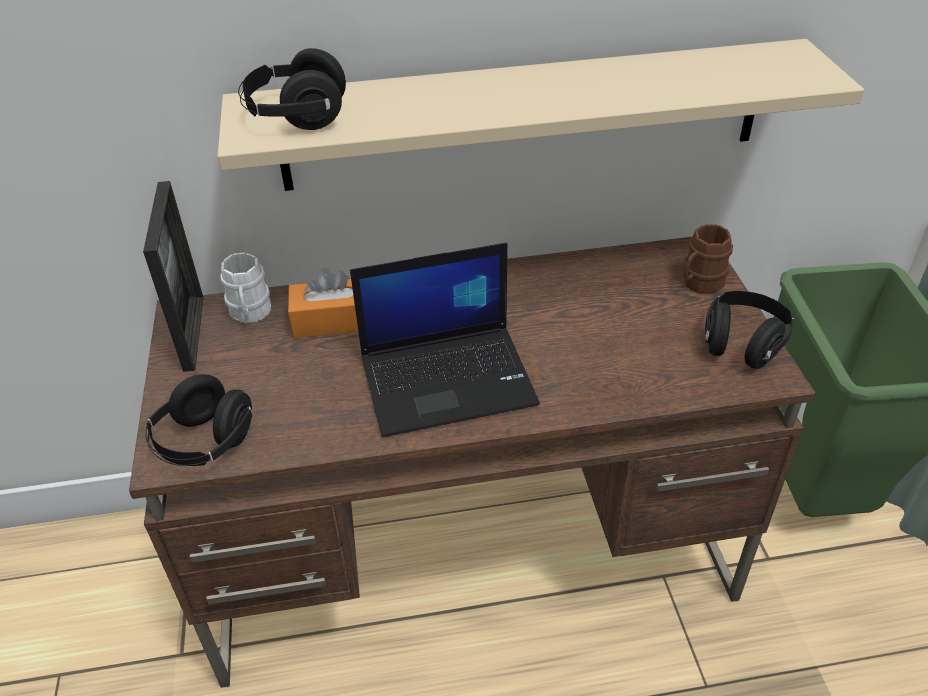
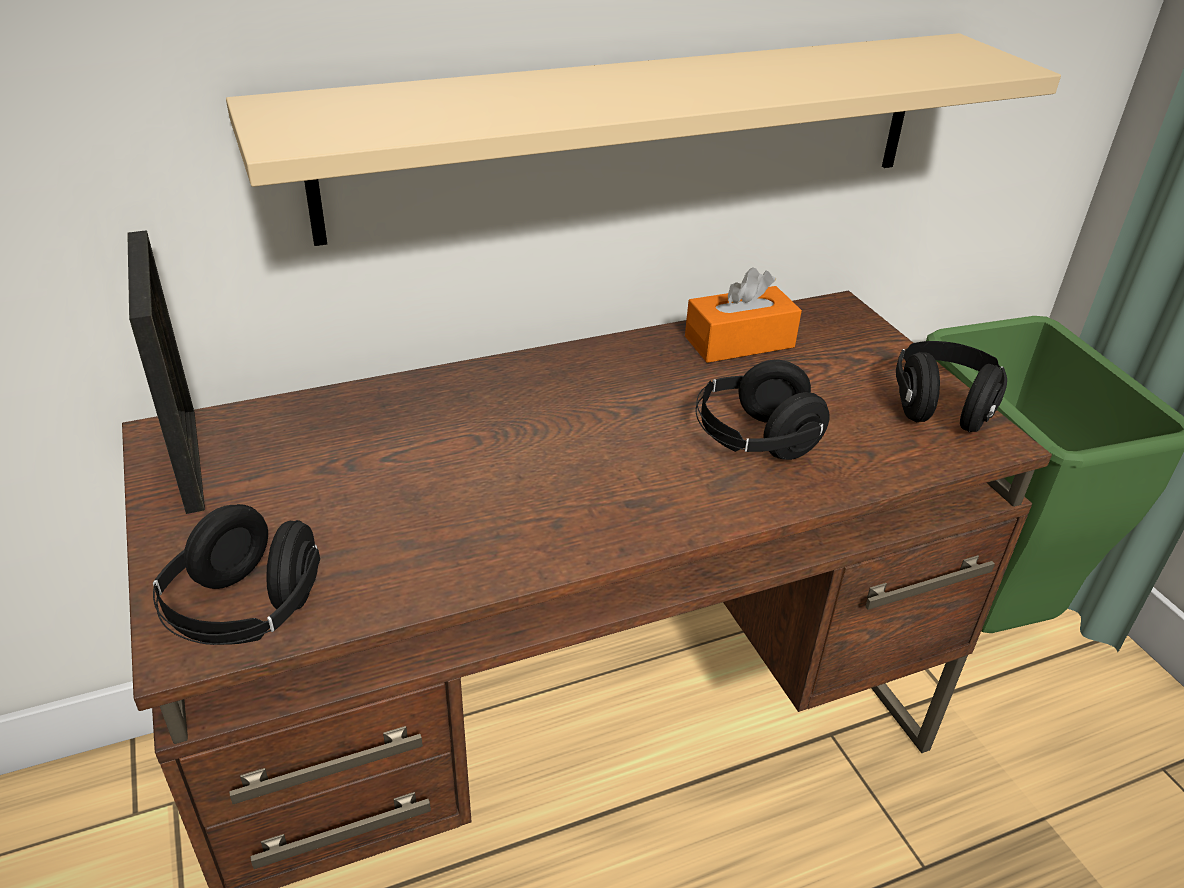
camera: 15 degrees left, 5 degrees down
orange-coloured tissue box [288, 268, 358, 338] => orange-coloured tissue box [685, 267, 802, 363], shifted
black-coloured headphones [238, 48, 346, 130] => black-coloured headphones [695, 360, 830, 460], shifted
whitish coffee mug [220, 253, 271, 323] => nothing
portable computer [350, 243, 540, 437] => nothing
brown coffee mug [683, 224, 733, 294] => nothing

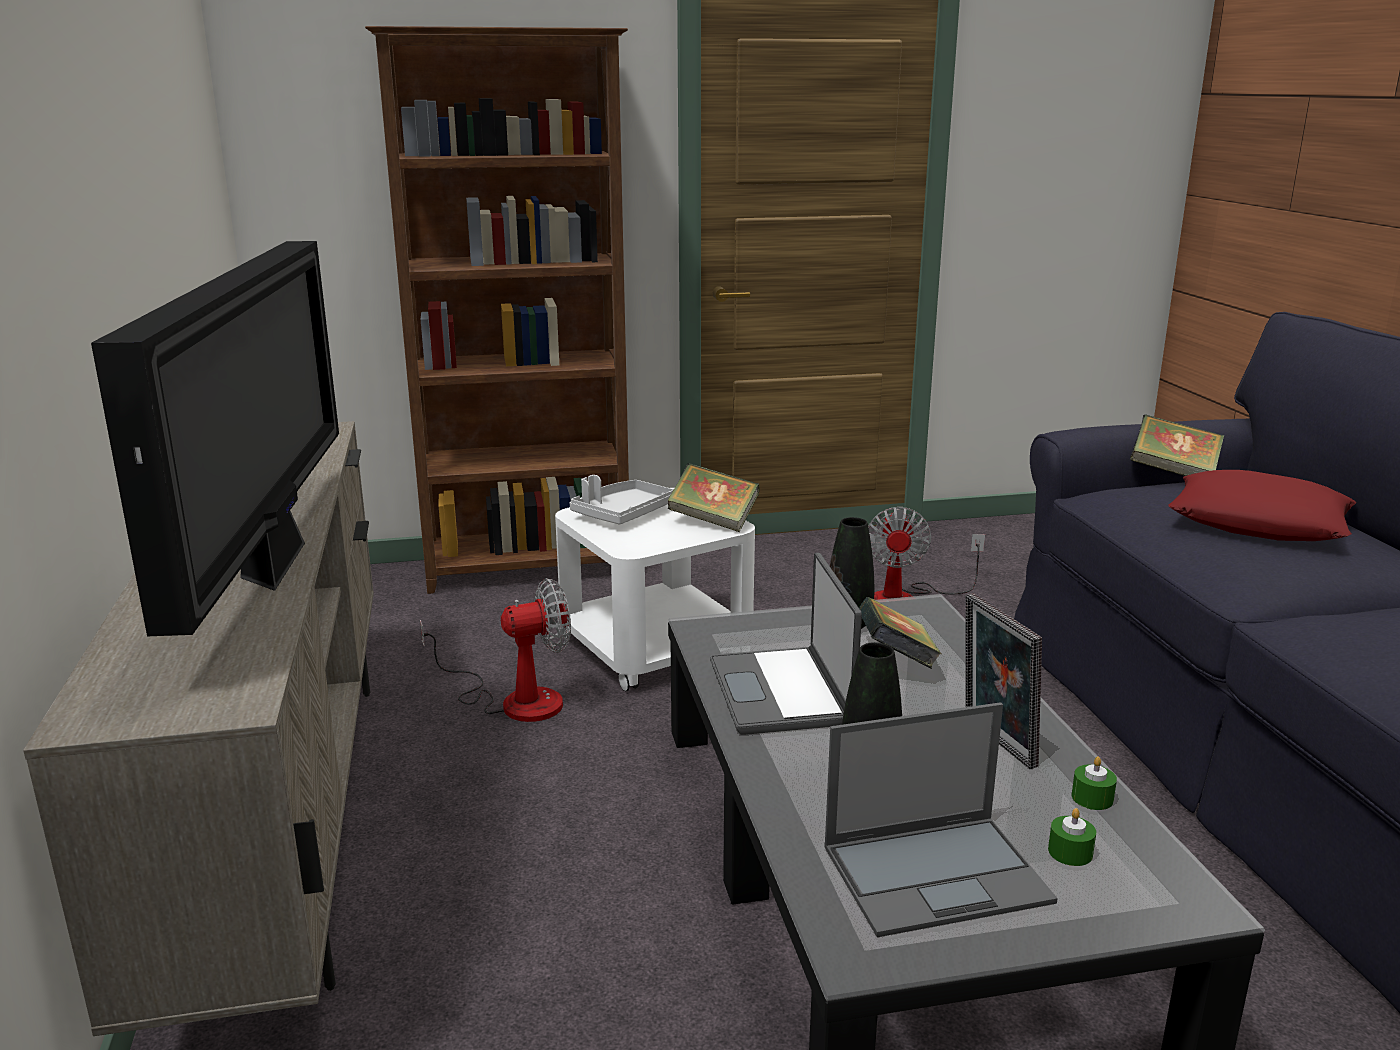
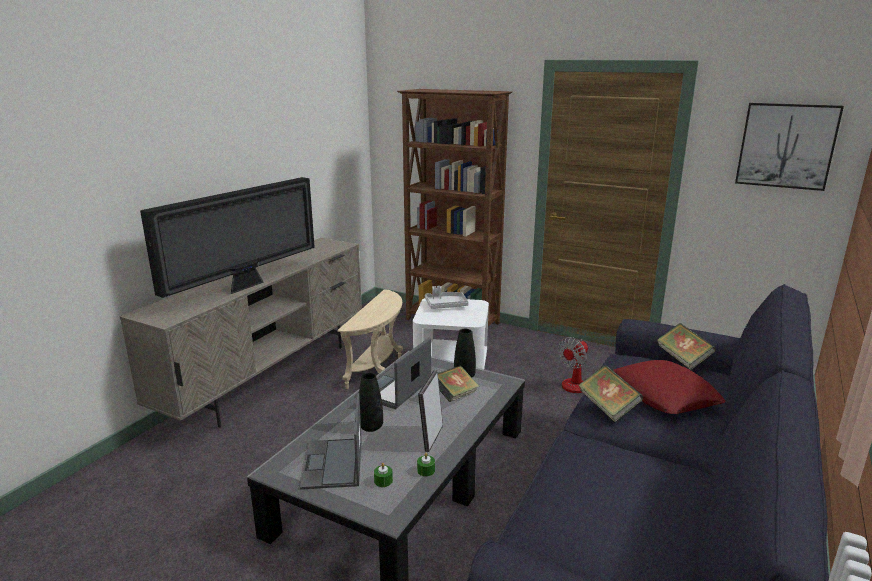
camera: 40 degrees right, 0 degrees up
portable computer [824, 702, 1058, 937] => portable computer [300, 393, 362, 489], 60 degrees clockwise
fan [420, 578, 571, 722] => beige-coloured accent table [337, 289, 403, 389]
volume [667, 463, 760, 532] => volume [578, 365, 643, 422], shifted
nothing => wall art [735, 103, 844, 191]

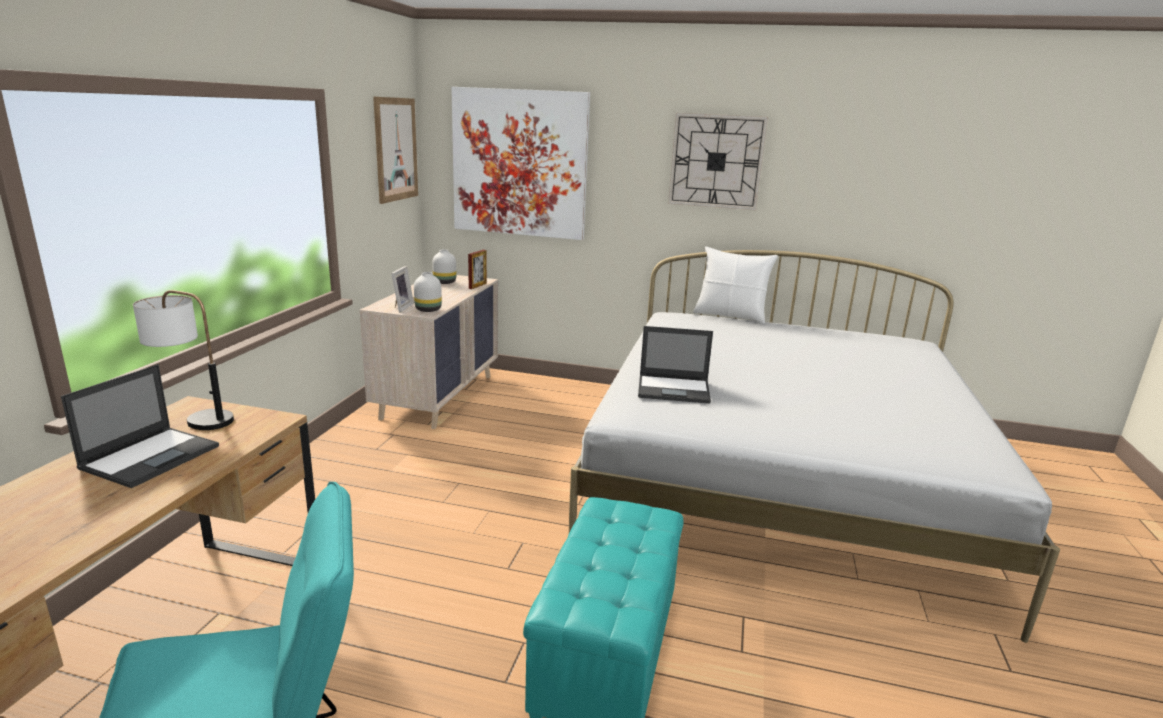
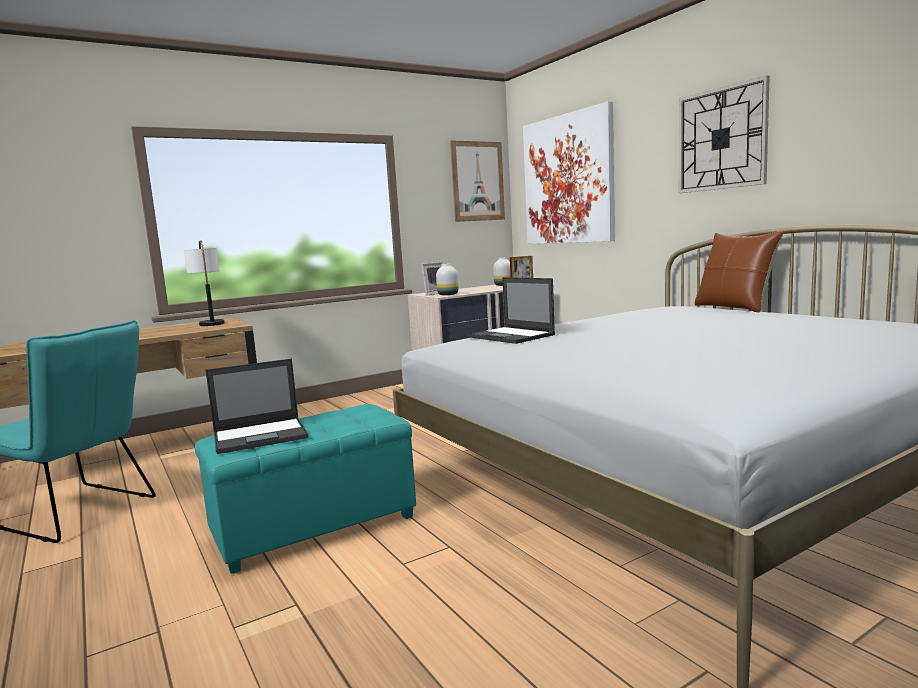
camera: 45 degrees right, 10 degrees down
portable computer [61, 364, 219, 488] => portable computer [206, 359, 309, 454], shifted
whitish pillow [693, 247, 778, 324] => brown pillow [695, 231, 783, 312]

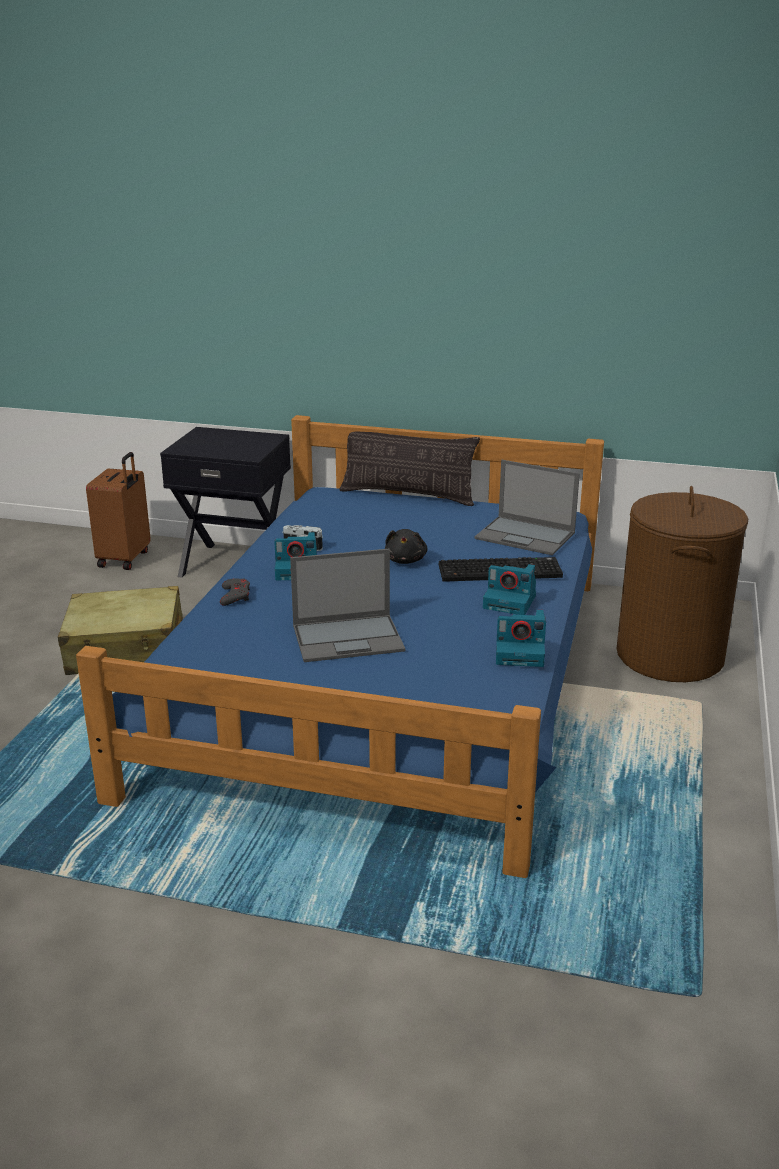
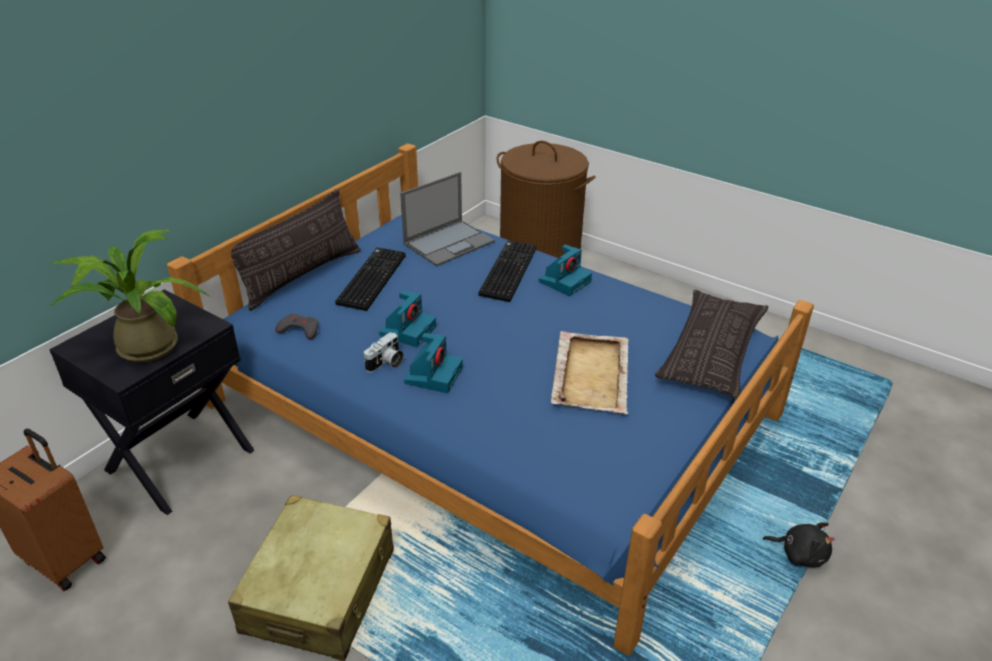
camera: 70 degrees left, 10 degrees up
nothing => potted plant [50, 229, 210, 363]
gray game controller [220, 579, 250, 606] => gray game controller [275, 314, 318, 339], shifted
nothing => computer keyboard [335, 247, 405, 311]
still camera [496, 610, 546, 667] => still camera [379, 291, 436, 347], shifted
portable computer [290, 549, 405, 662] => beige-coloured carrying tray [551, 331, 629, 414]
nothing => pillow [655, 290, 769, 400]
black-coloured soft toy [385, 529, 428, 564] => black-coloured soft toy [762, 522, 835, 567], shifted

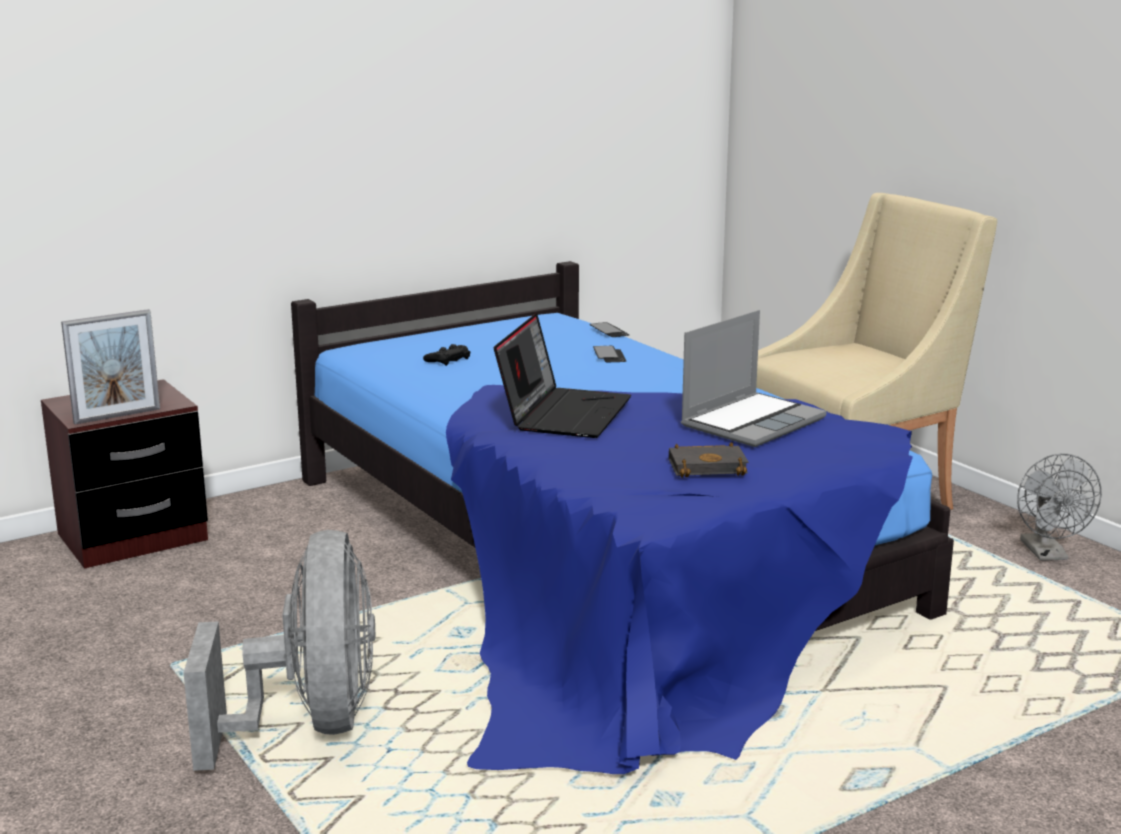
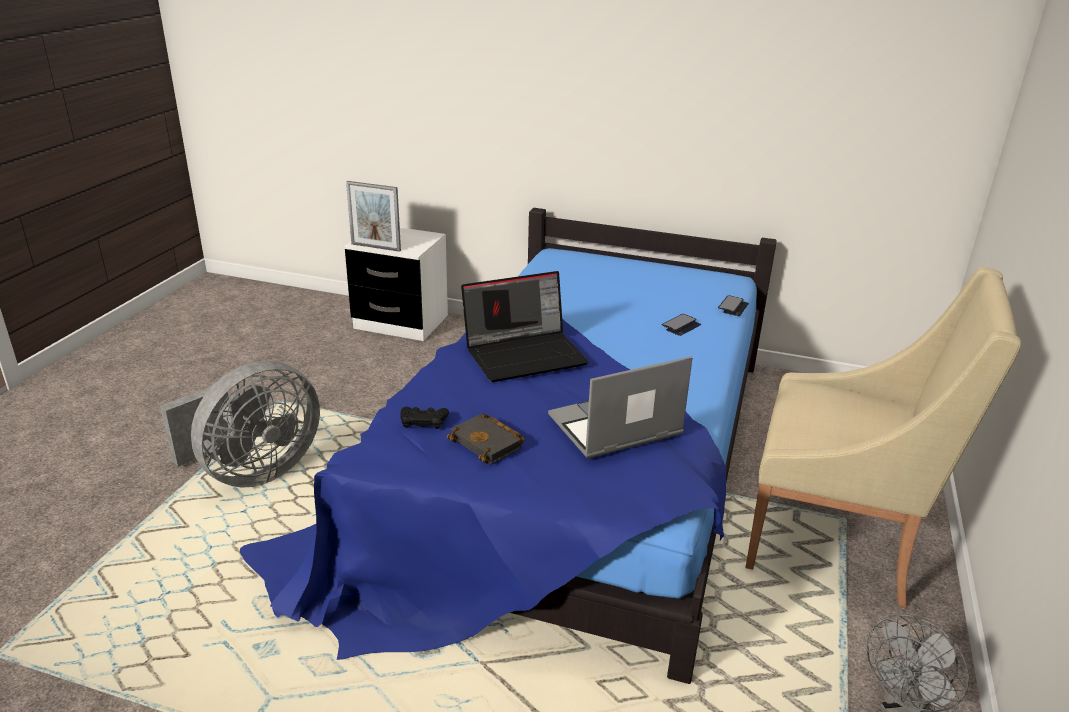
camera: 50 degrees right, 10 degrees up
brown bedside table [41, 379, 208, 569] => whitish bedside table [345, 227, 448, 341]
black-coloured game controller [423, 344, 470, 366] => black-coloured game controller [400, 407, 449, 429], shifted
portable computer [681, 310, 827, 447] => portable computer [548, 356, 693, 459], 150 degrees clockwise

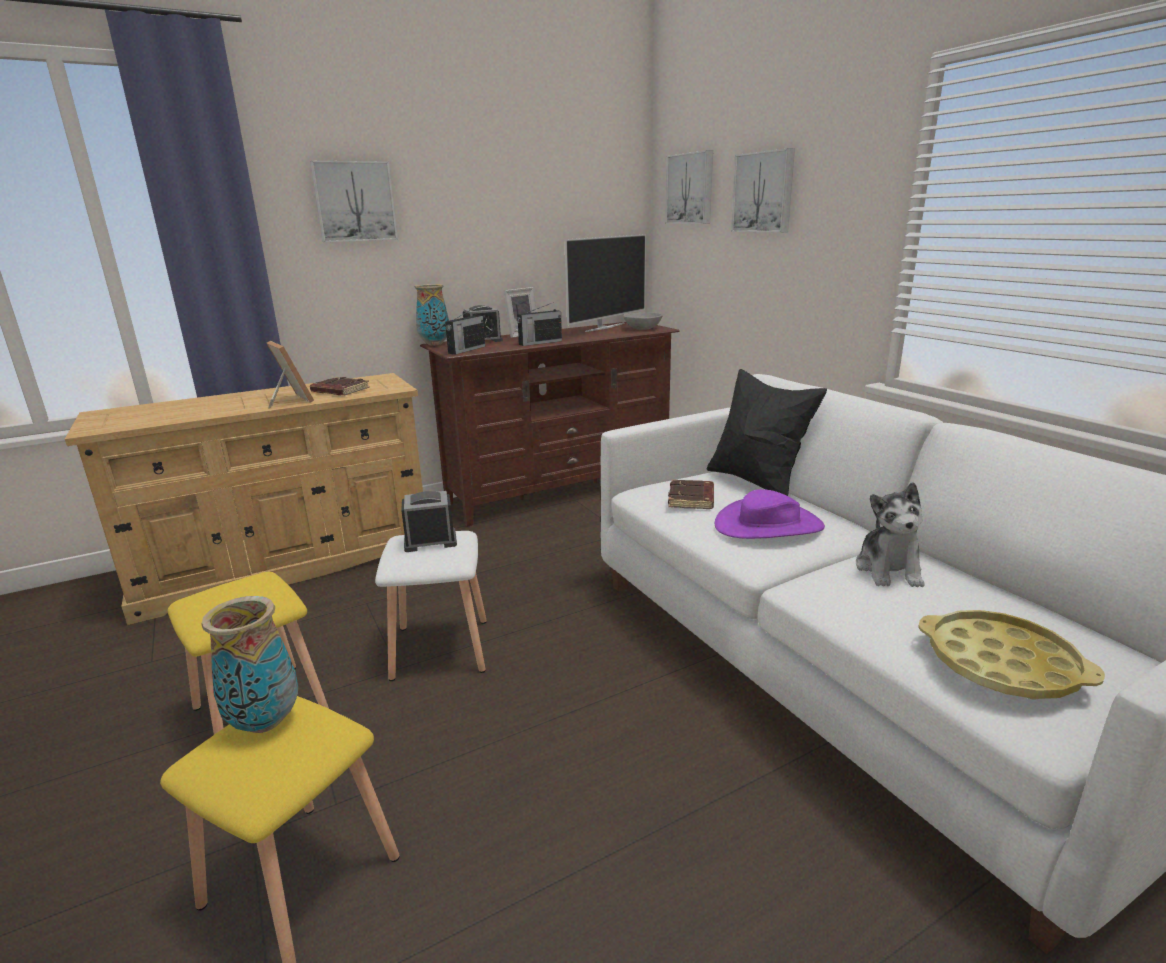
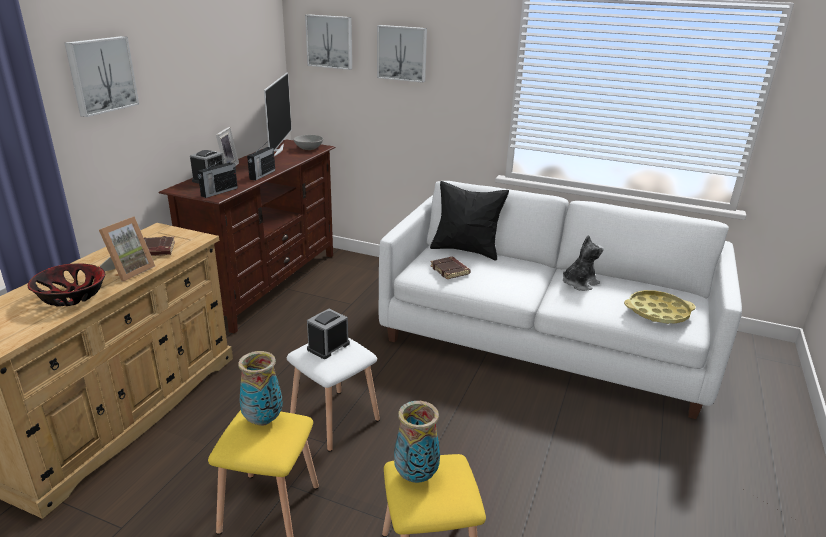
camera: 40 degrees left, 5 degrees up
nothing => serving bowl [28, 263, 106, 307]
photo frame [266, 341, 314, 409] => photo frame [99, 216, 155, 282], 105 degrees clockwise
radio set [445, 307, 485, 354] => radio set [198, 157, 238, 198], 45 degrees clockwise
vase [415, 284, 449, 346] => vase [238, 351, 283, 426], shifted
soft toy [856, 482, 925, 587] => soft toy [563, 235, 604, 291], 90 degrees counterclockwise
purplish hat [715, 489, 825, 539] => nothing

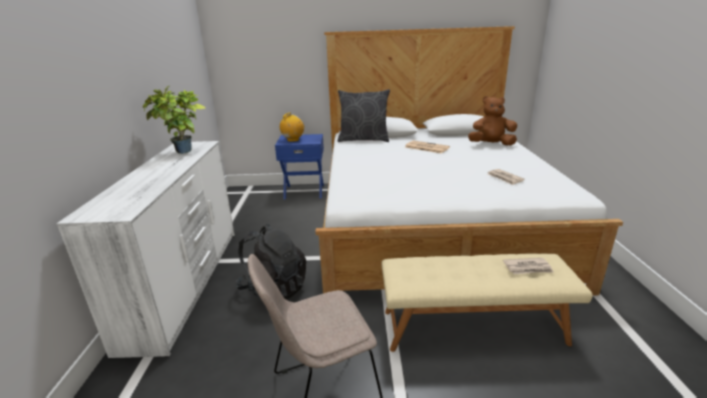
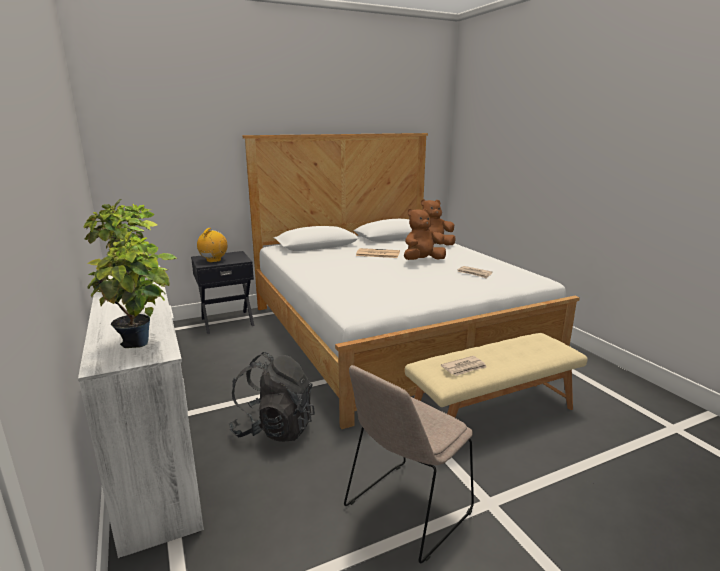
camera: 25 degrees left, 5 degrees down
nothing => potted plant [87, 231, 177, 348]
bluish bedside table [275, 134, 324, 200] => black-coloured bedside table [191, 251, 254, 334]
nothing => brown soft toy [404, 209, 446, 260]
printed paper [503, 258, 554, 274] => printed paper [441, 356, 487, 376], shifted
gray pillow [338, 89, 390, 142] => nothing

